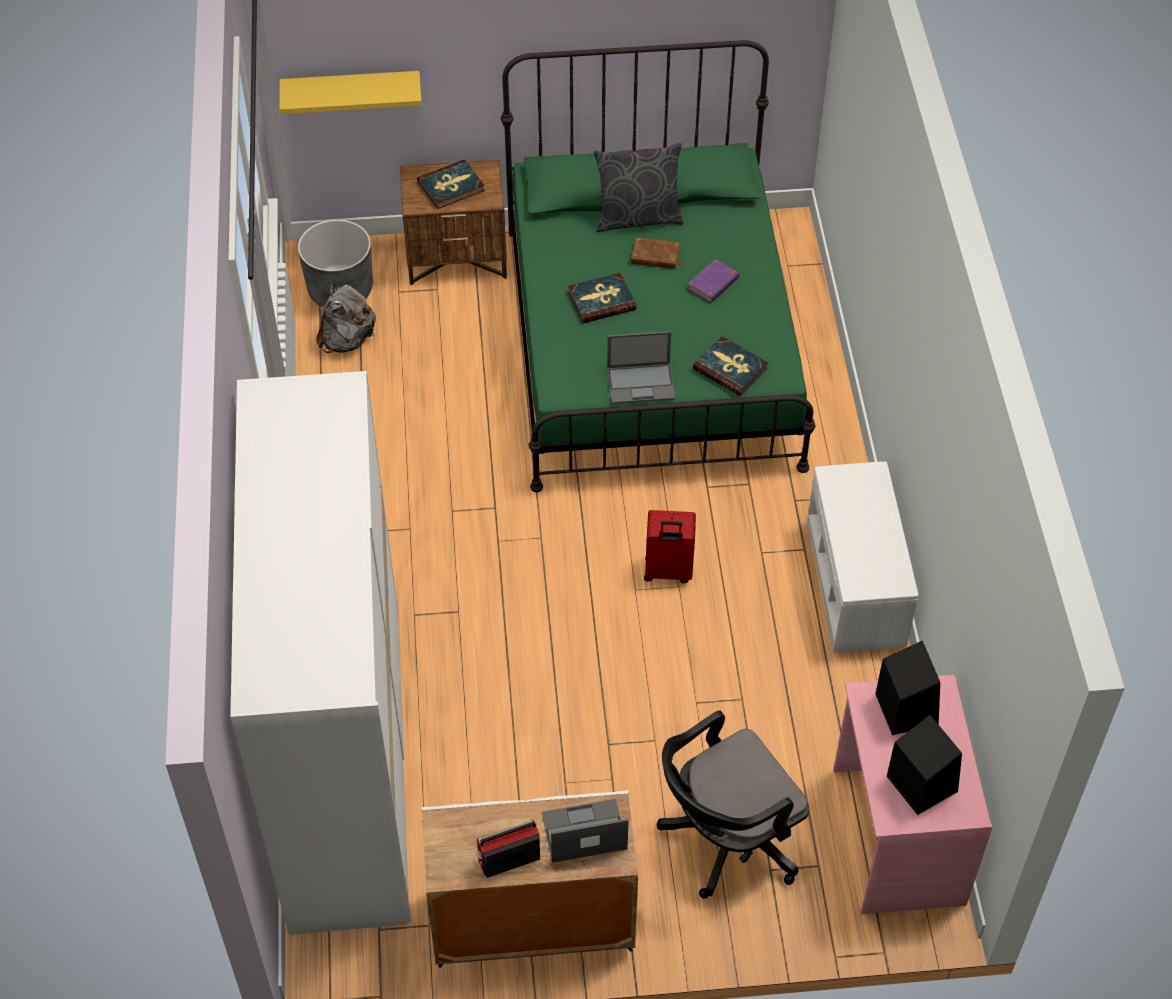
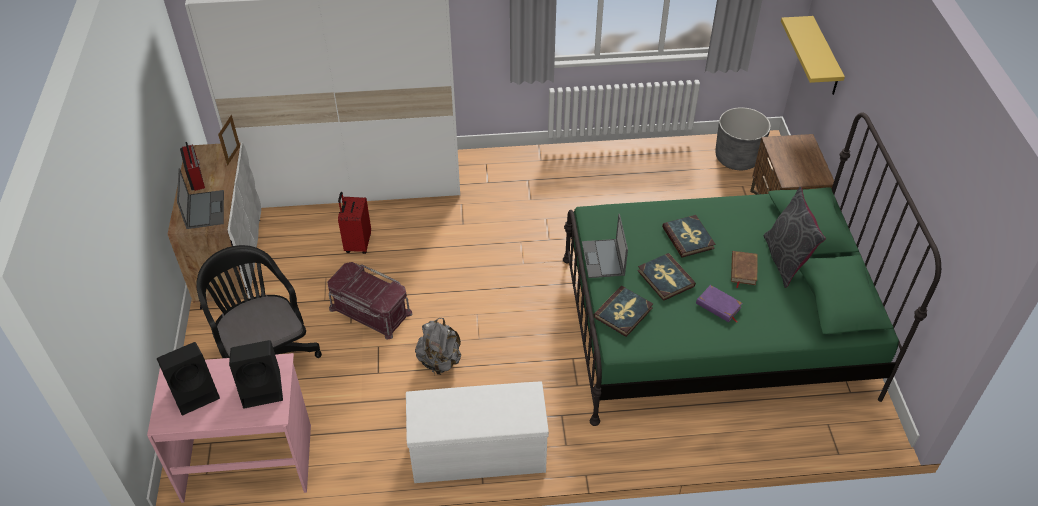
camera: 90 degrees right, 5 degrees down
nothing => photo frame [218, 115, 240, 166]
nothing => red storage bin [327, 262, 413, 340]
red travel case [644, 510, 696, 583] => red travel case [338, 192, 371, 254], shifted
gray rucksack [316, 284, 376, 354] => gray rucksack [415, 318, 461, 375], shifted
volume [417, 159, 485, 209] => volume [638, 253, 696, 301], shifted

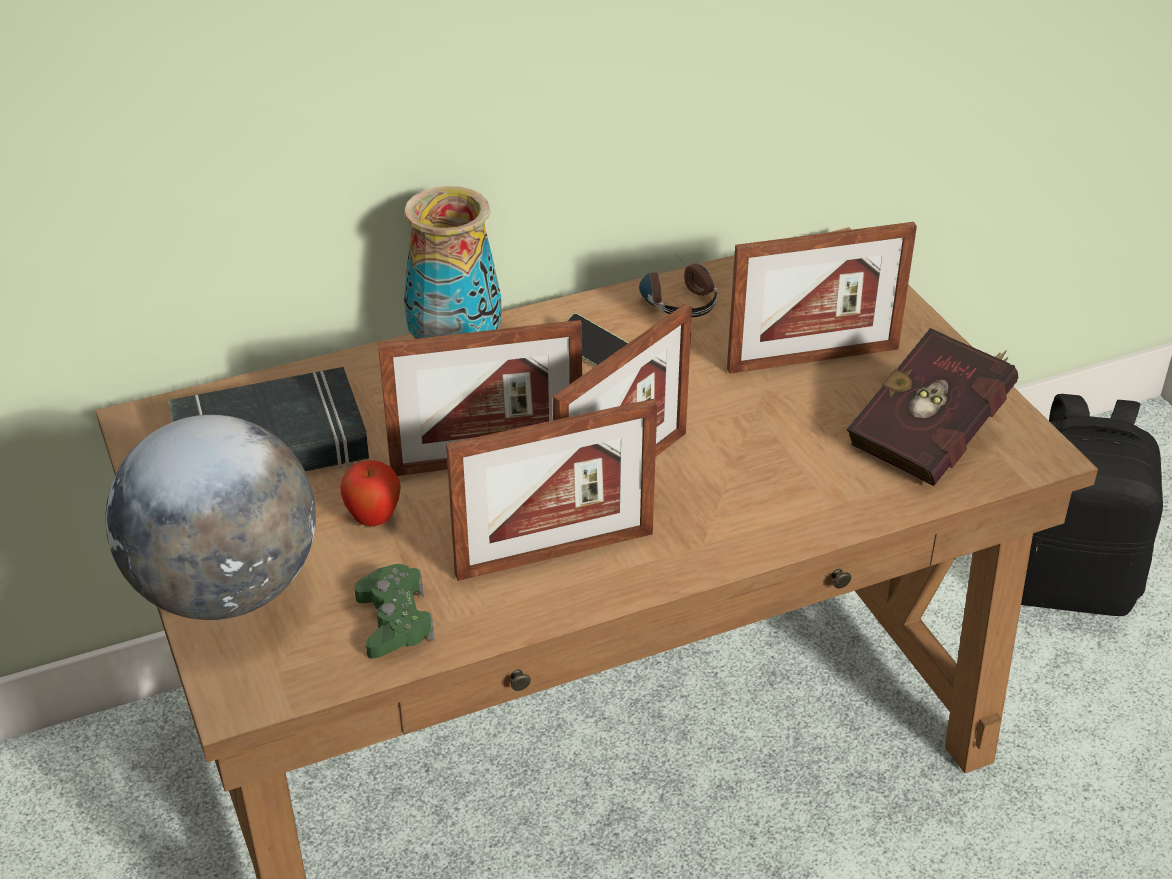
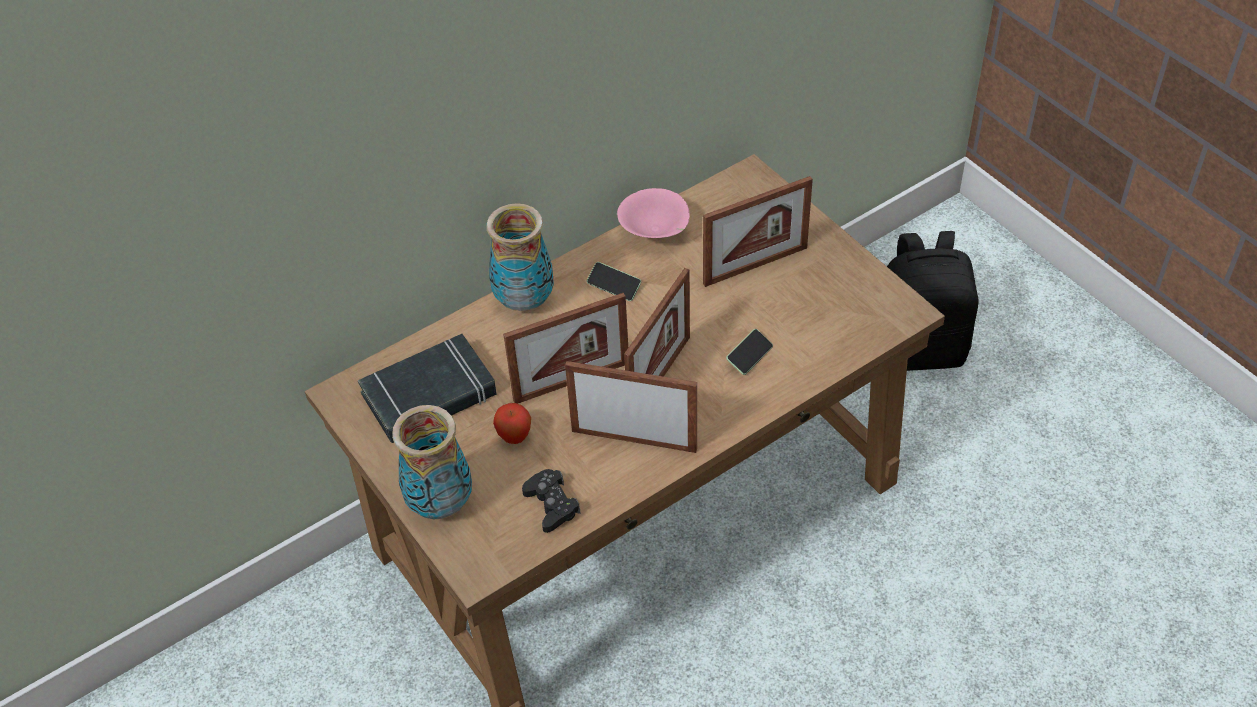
camera: 10 degrees left, 10 degrees up
globe [105, 415, 316, 620] => vase [392, 405, 472, 519]
greenish game controller [354, 564, 435, 659] => black-coloured game controller [522, 469, 581, 533]
photo frame [446, 399, 657, 581] => photo frame [565, 361, 697, 453], 135 degrees counterclockwise
headphones [639, 256, 718, 317] => pink-coloured serving bowl [617, 188, 690, 238]
nothing => handset [726, 329, 773, 375]
red volume [847, 328, 1018, 486] => nothing

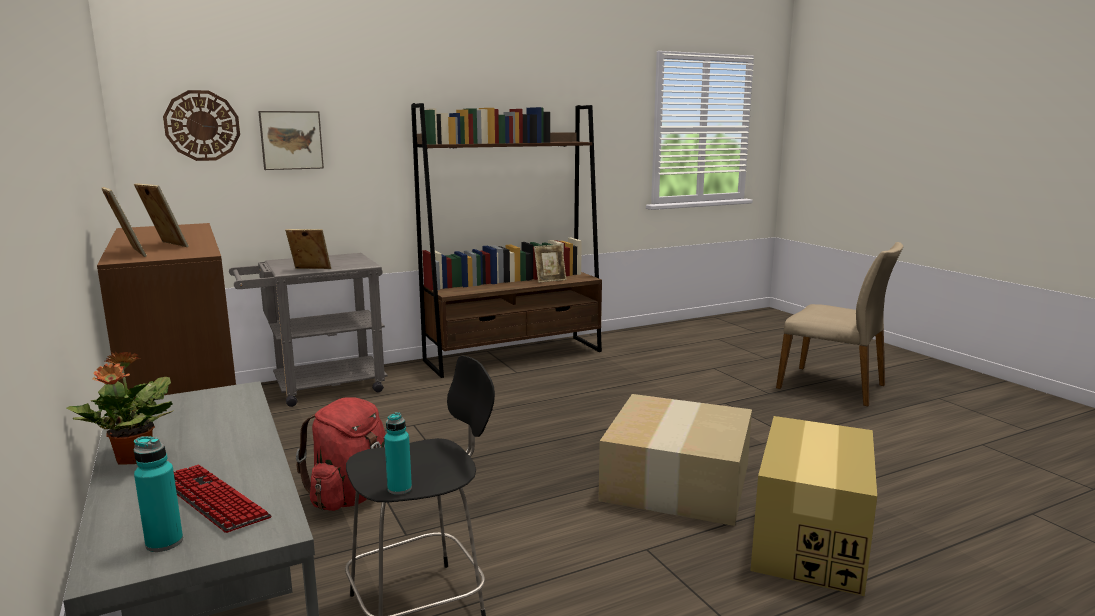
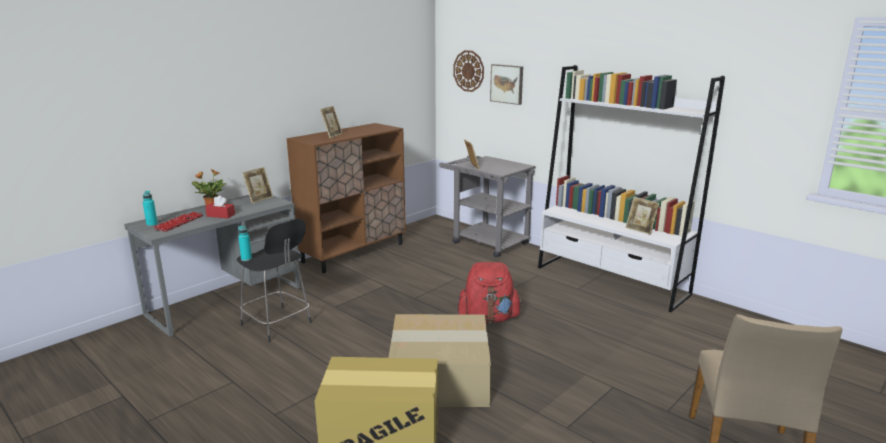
camera: 70 degrees right, 5 degrees up
nothing => red tissue box [205, 195, 235, 218]
photo frame [101, 187, 147, 257] => photo frame [242, 167, 273, 204], shifted
red rucksack [296, 397, 386, 511] => red rucksack [457, 262, 522, 323], shifted
brown bookcase [411, 103, 602, 378] => whitish bookcase [538, 65, 725, 312]

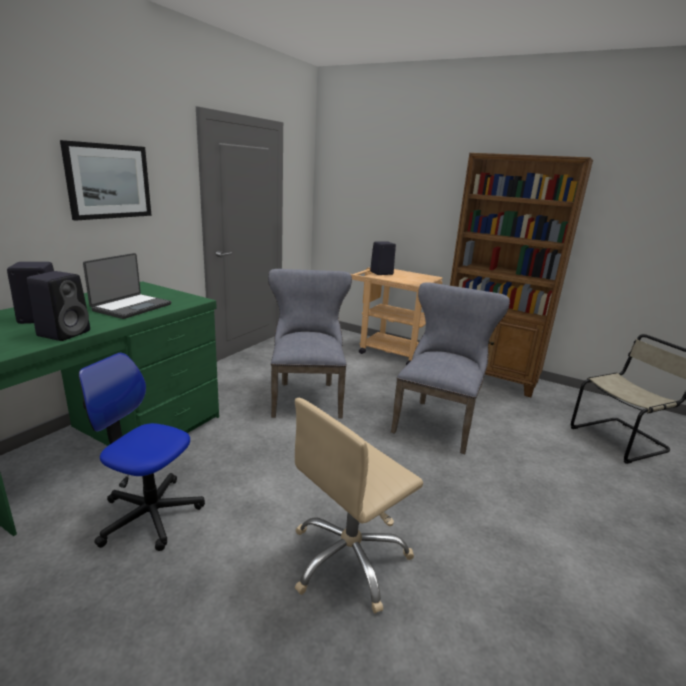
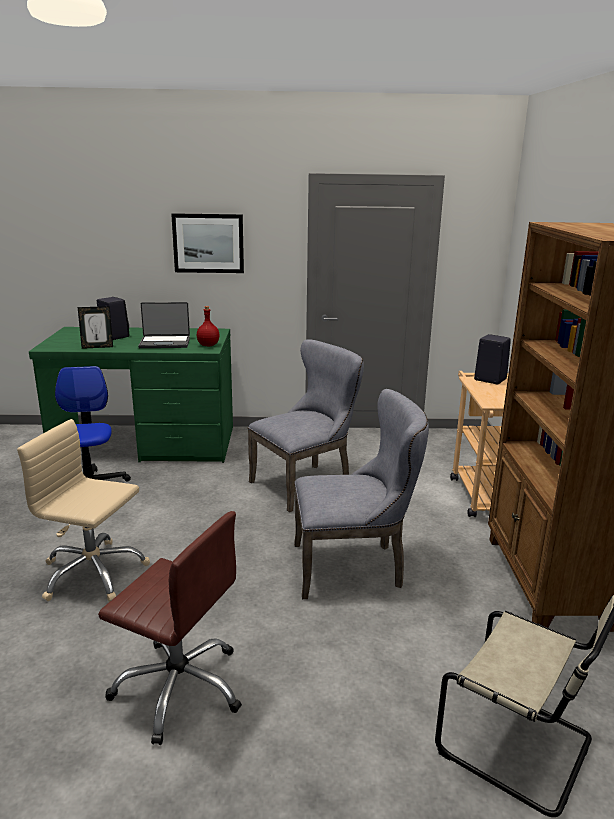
camera: 60 degrees right, 0 degrees up
black-coloured speaker [27, 271, 90, 341] => photo frame [78, 306, 113, 349]
nothing => brown desk chair [98, 511, 242, 745]
nothing => red drink bottle [197, 306, 220, 346]

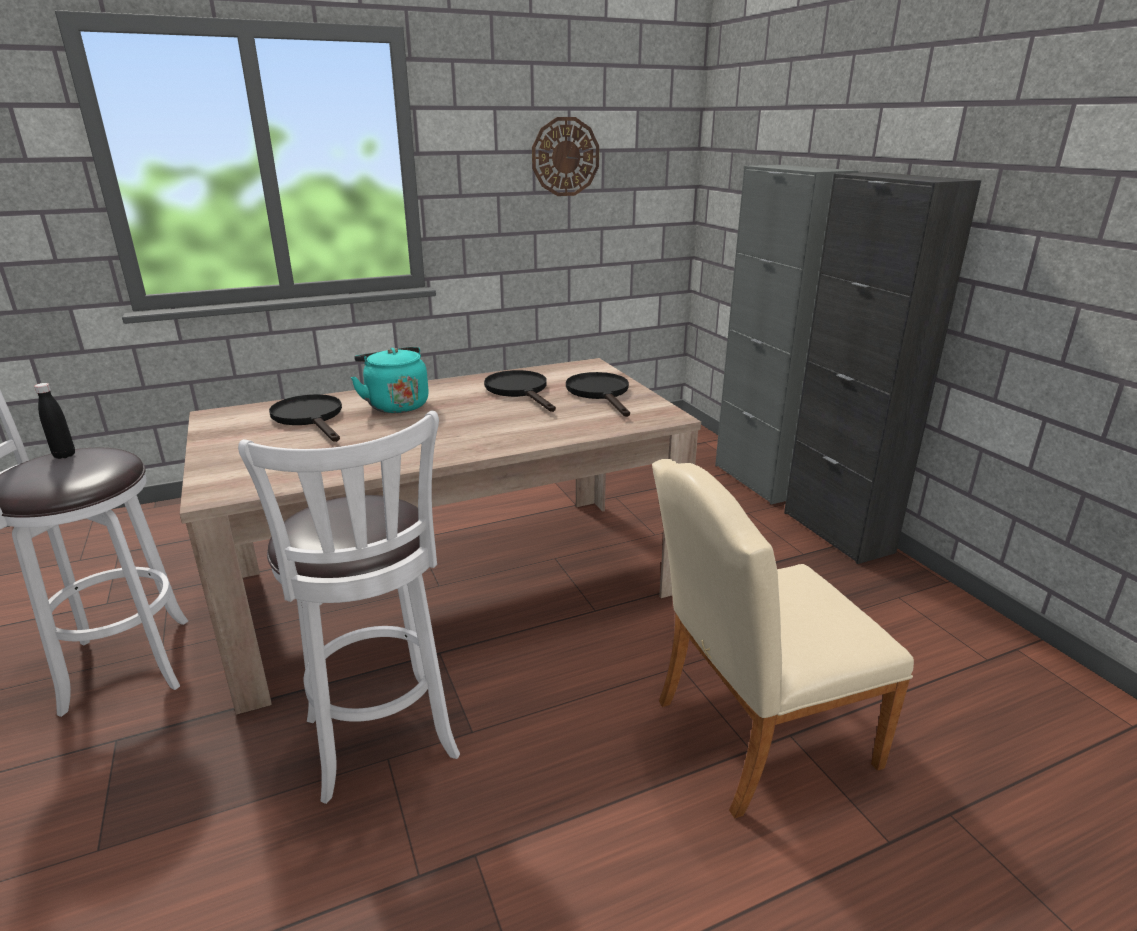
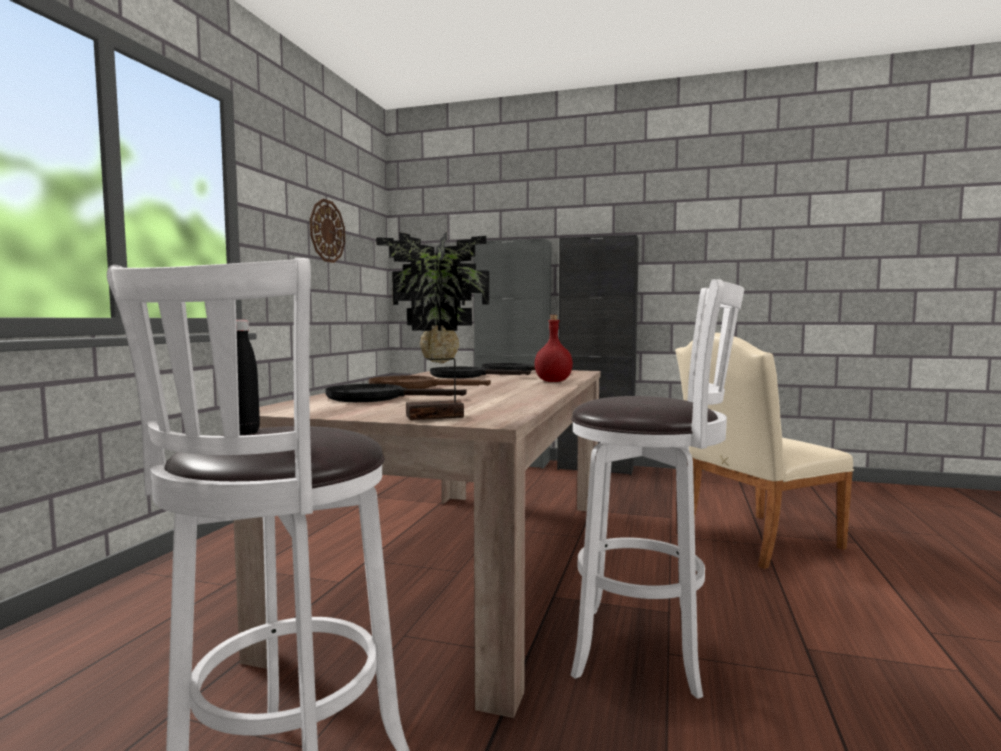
camera: 50 degrees left, 20 degrees down
turquoise-coloured tea kettle [351, 347, 429, 413] => brown pan [369, 376, 491, 389]
nothing => potted plant [376, 232, 489, 420]
nothing => red drink bottle [534, 315, 573, 382]
beige-coloured plain chair [652, 459, 914, 818] => beige-coloured plain chair [675, 333, 854, 569], 45 degrees clockwise

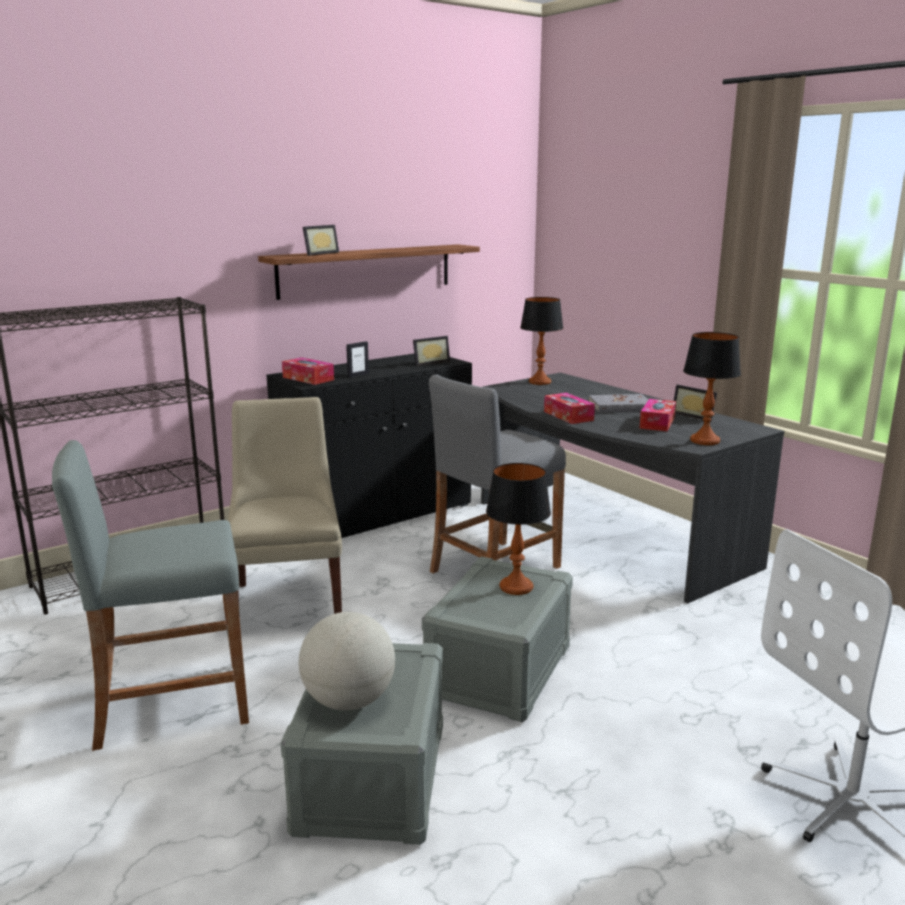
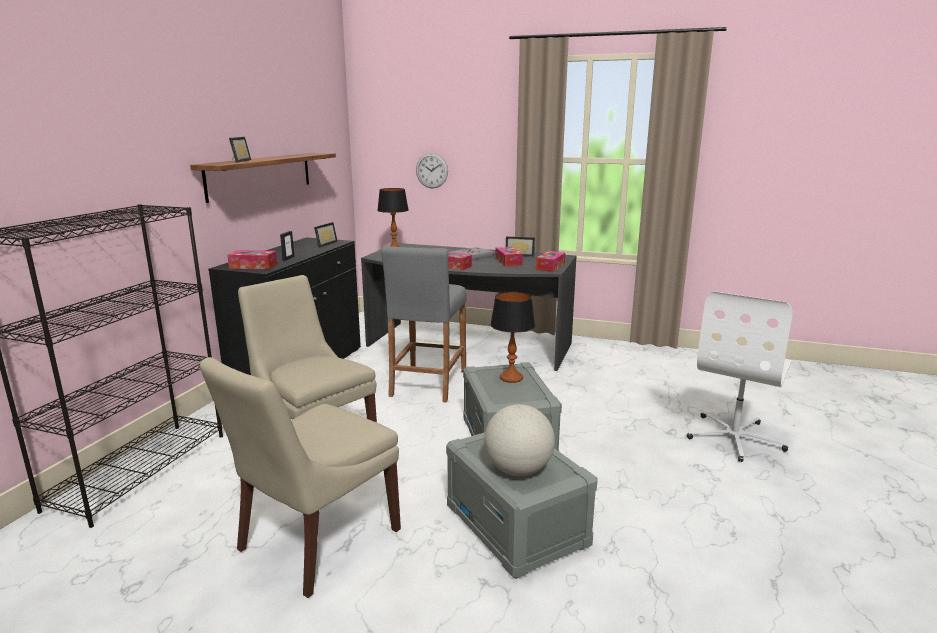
camera: 35 degrees left, 0 degrees up
gray stool [52, 440, 249, 751] => beige-coloured plain chair [200, 357, 401, 598]
nothing => hanging clock [416, 153, 448, 188]
table lamp [683, 332, 741, 445] => tissue box [536, 251, 565, 272]

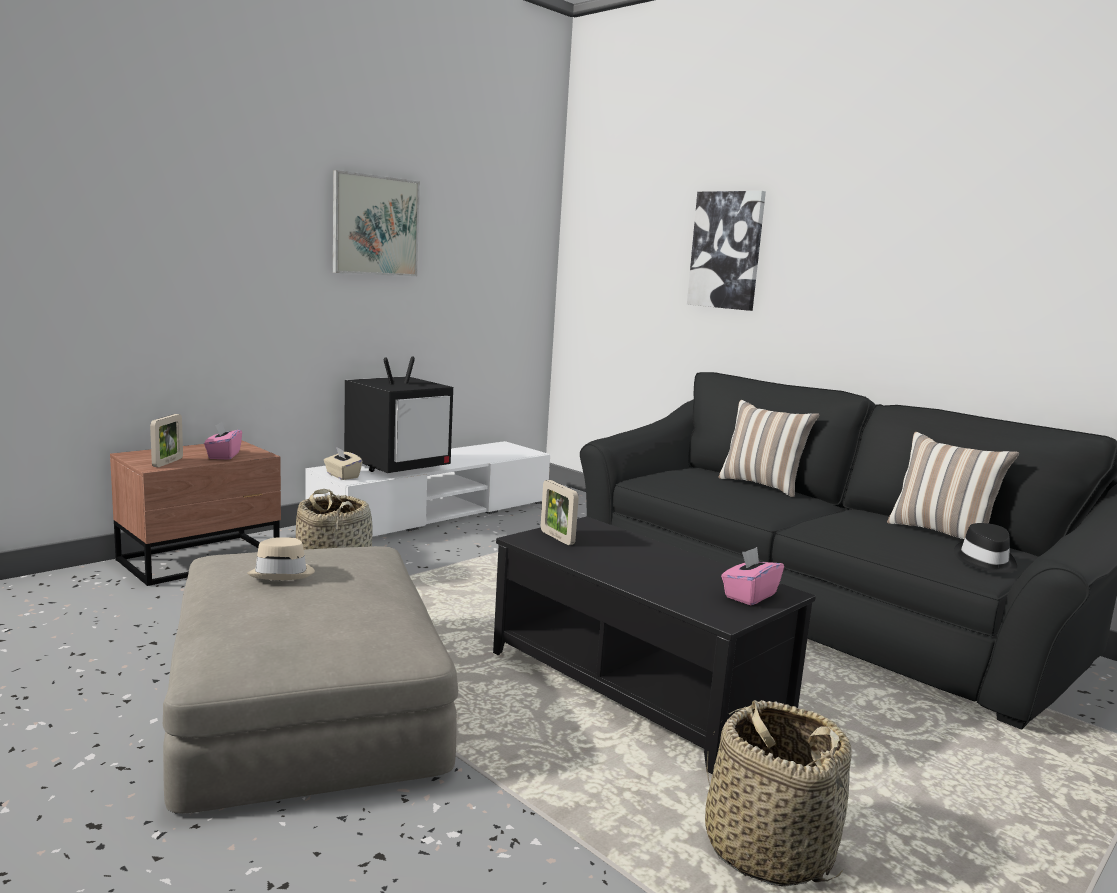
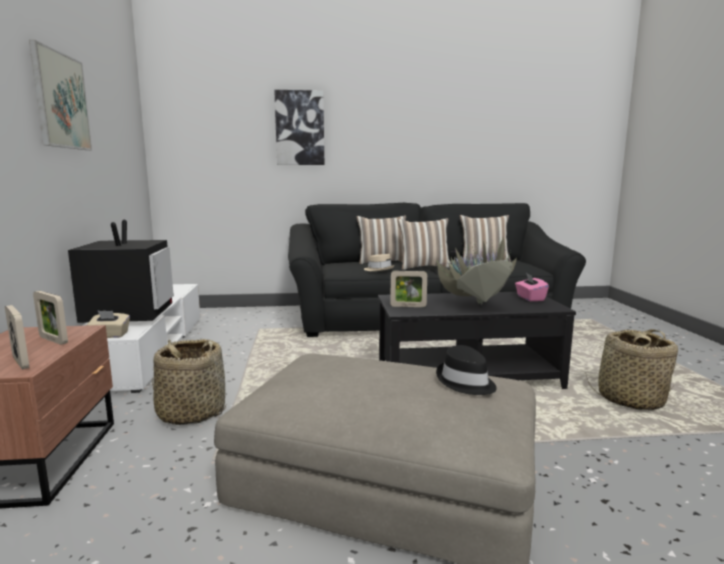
camera: 50 degrees left, 0 degrees up
pink-coloured tissue box [204, 422, 242, 460] => photo frame [33, 291, 68, 345]
beige-coloured hat [247, 537, 315, 580] => beige-coloured hat [364, 254, 394, 271], shifted
nothing => pillow [397, 218, 451, 270]
nothing => potted plant [436, 228, 518, 305]
black-coloured hat [954, 523, 1017, 573] => black-coloured hat [436, 345, 497, 395], shifted

